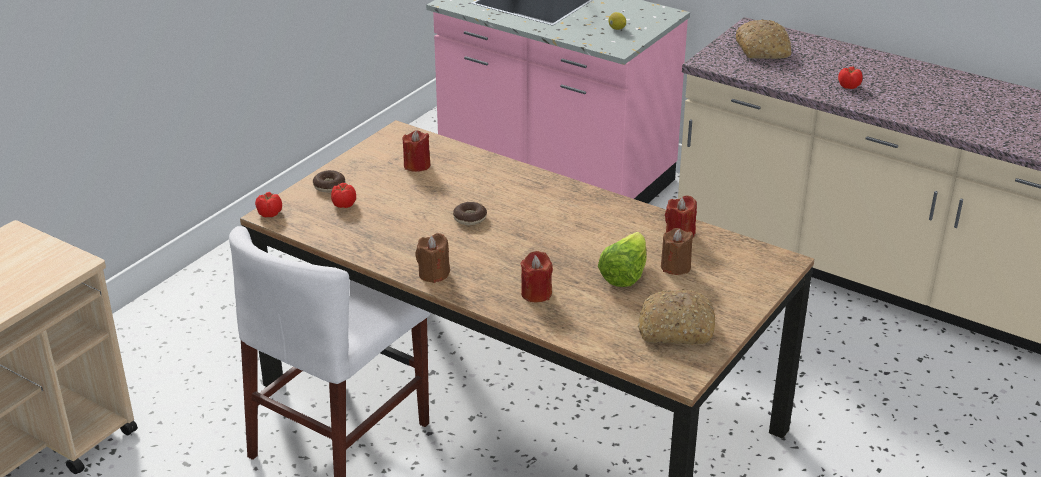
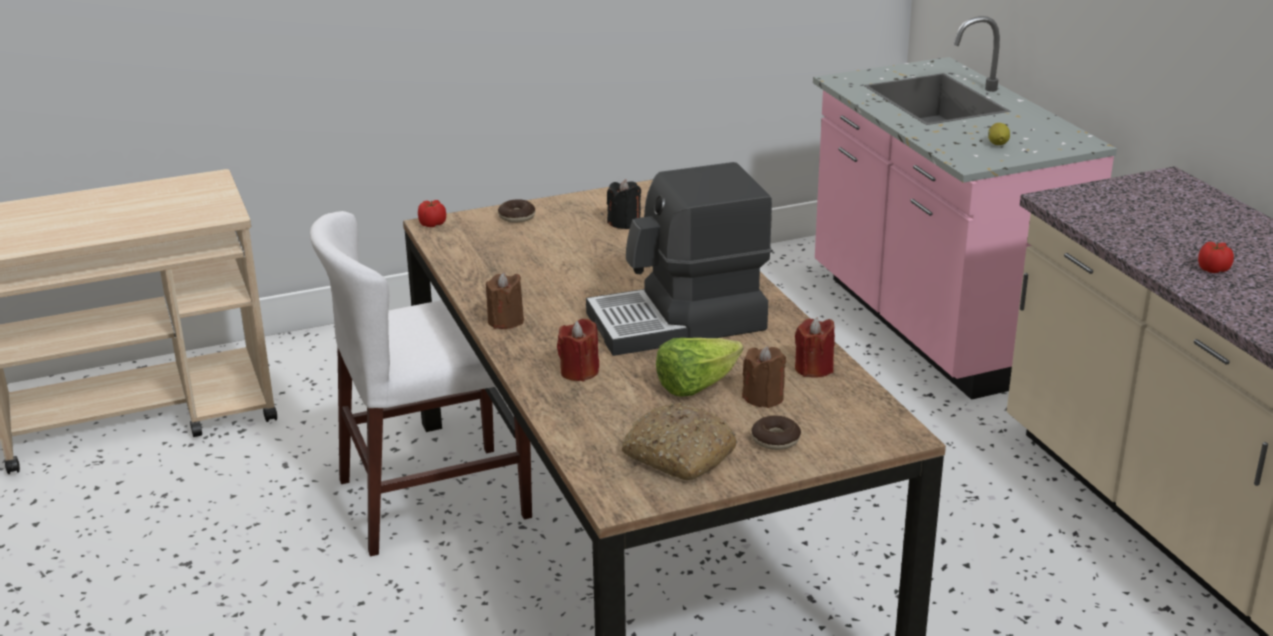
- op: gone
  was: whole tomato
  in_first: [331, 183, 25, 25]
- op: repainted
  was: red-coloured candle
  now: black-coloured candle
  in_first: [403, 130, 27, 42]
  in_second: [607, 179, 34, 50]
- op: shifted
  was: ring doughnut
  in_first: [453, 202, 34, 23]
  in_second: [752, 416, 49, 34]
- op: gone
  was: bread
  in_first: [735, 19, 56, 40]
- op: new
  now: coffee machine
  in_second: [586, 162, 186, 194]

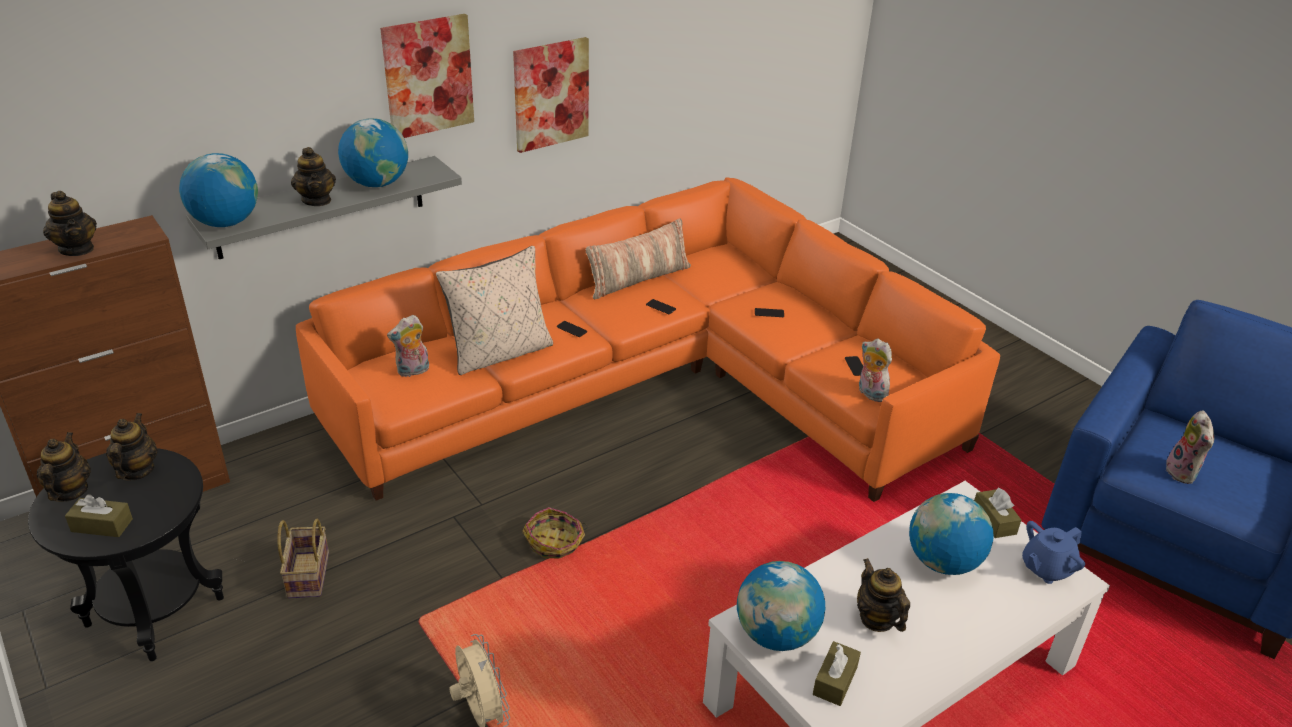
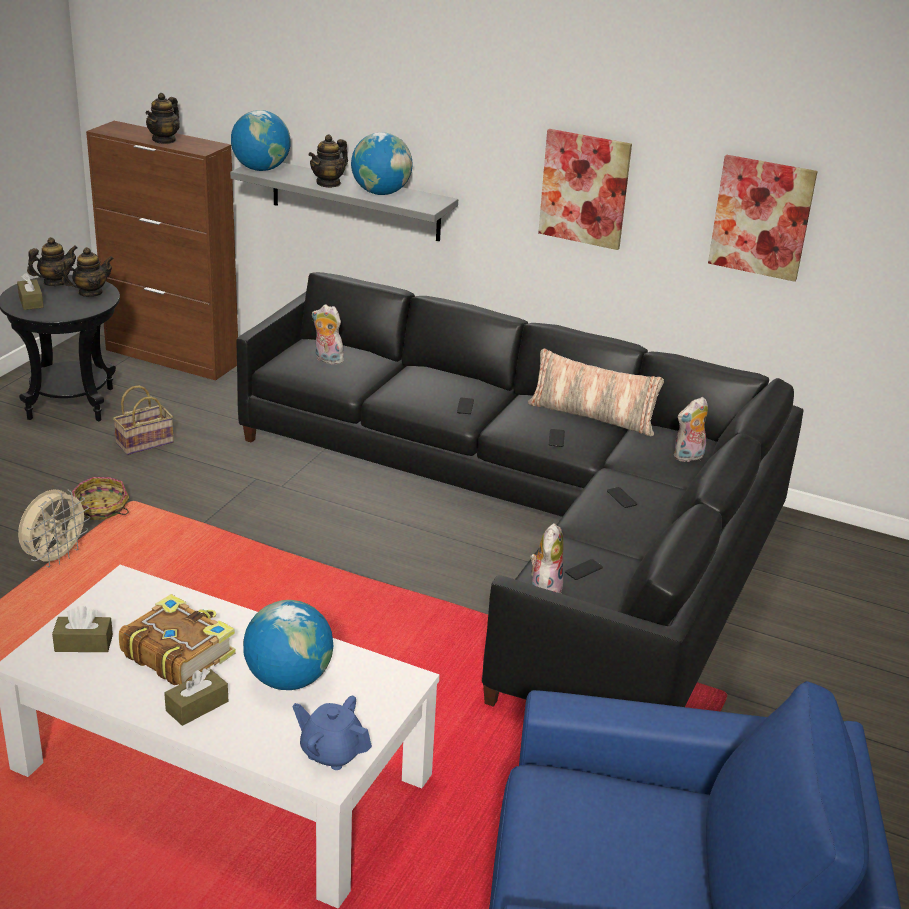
- op: repainted
  was: orangey couch
  now: black-coloured couch
  in_first: [296, 178, 704, 324]
  in_second: [237, 272, 567, 435]
- op: shifted
  was: picture
  in_first: [380, 14, 94, 124]
  in_second: [708, 155, 110, 127]
- op: gone
  was: sand-coloured pillow
  in_first: [436, 246, 117, 129]
- op: shifted
  was: basket
  in_first: [522, 507, 66, 52]
  in_second: [72, 477, 57, 43]
- op: gone
  was: desk globe
  in_first: [737, 561, 88, 90]
- op: swapped
  was: teapot
  now: bound book
  in_first: [857, 558, 53, 74]
  in_second: [119, 594, 117, 91]
- op: shifted
  was: brownish tissue box
  in_first: [974, 488, 47, 50]
  in_second: [164, 668, 64, 58]
- op: shifted
  was: soft toy
  in_first: [1166, 411, 48, 73]
  in_second: [674, 397, 34, 65]

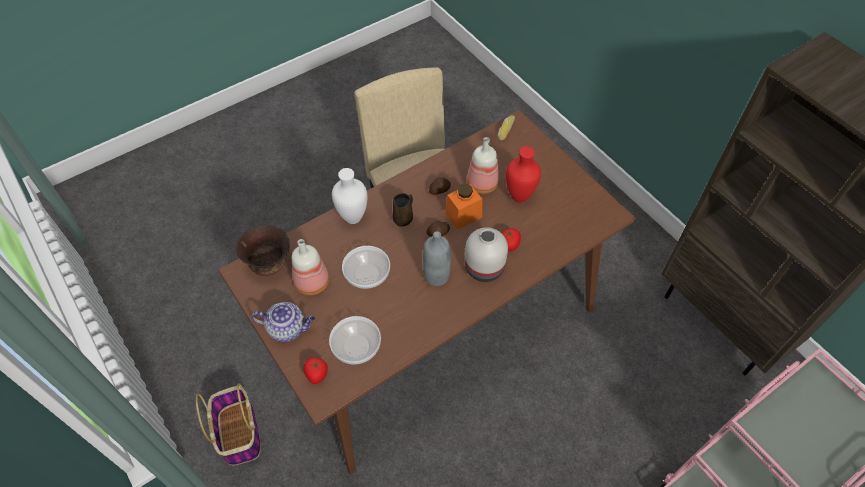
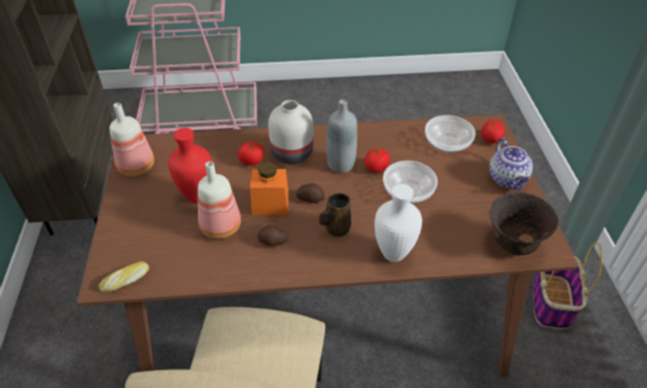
- op: rotated
  was: teapot
  in_first: [251, 302, 64, 40]
  in_second: [489, 138, 44, 52]
  clockwise: -135
- op: shifted
  was: bottle
  in_first: [292, 239, 37, 56]
  in_second: [109, 103, 45, 73]
- op: new
  now: whole tomato
  in_second: [365, 148, 25, 25]

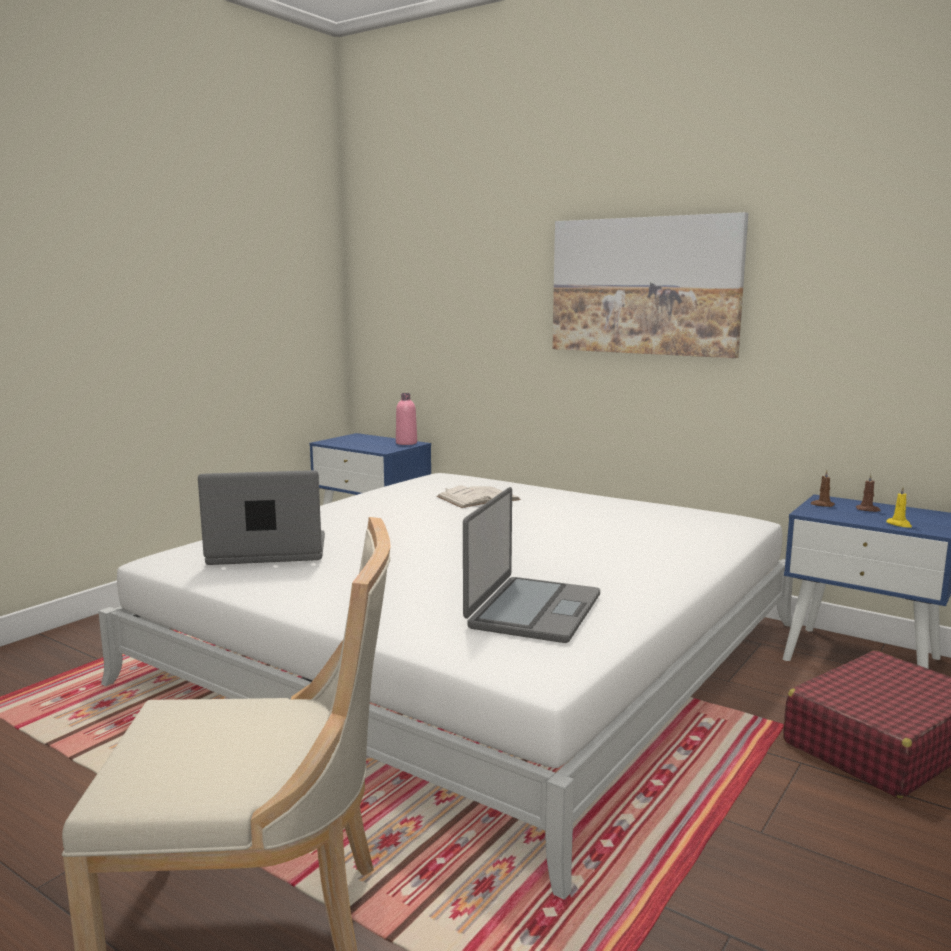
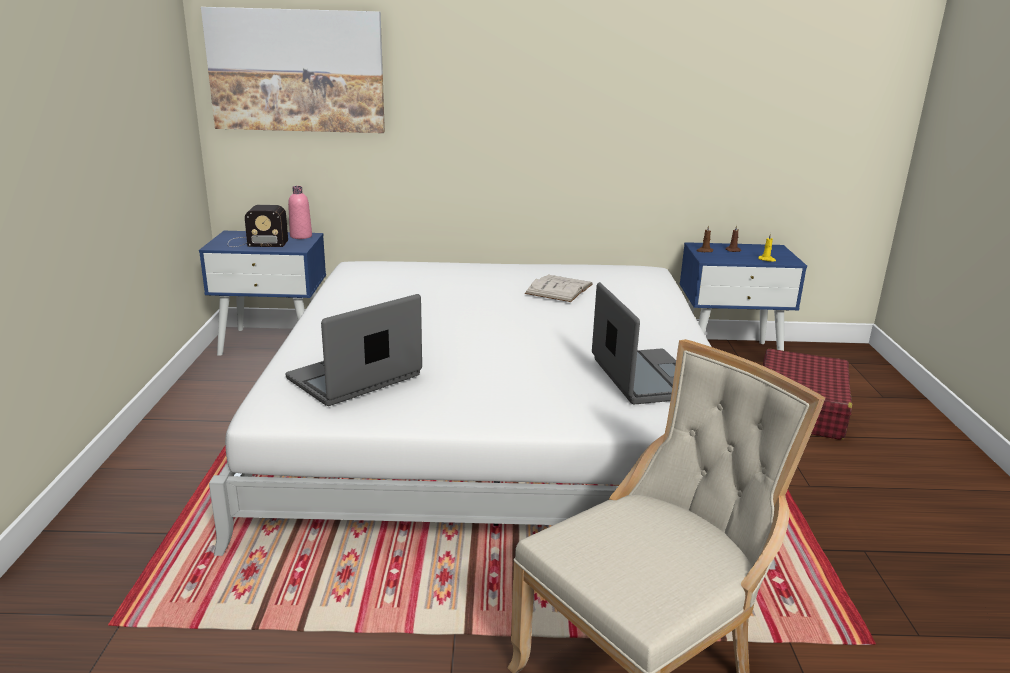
- op: shifted
  was: white-coloured bound book
  in_first: [436, 485, 85, 23]
  in_second: [524, 275, 69, 27]
- op: shifted
  was: picture
  in_first: [552, 212, 196, 146]
  in_second: [201, 7, 184, 126]
- op: new
  now: radio set
  in_second: [228, 205, 60, 42]

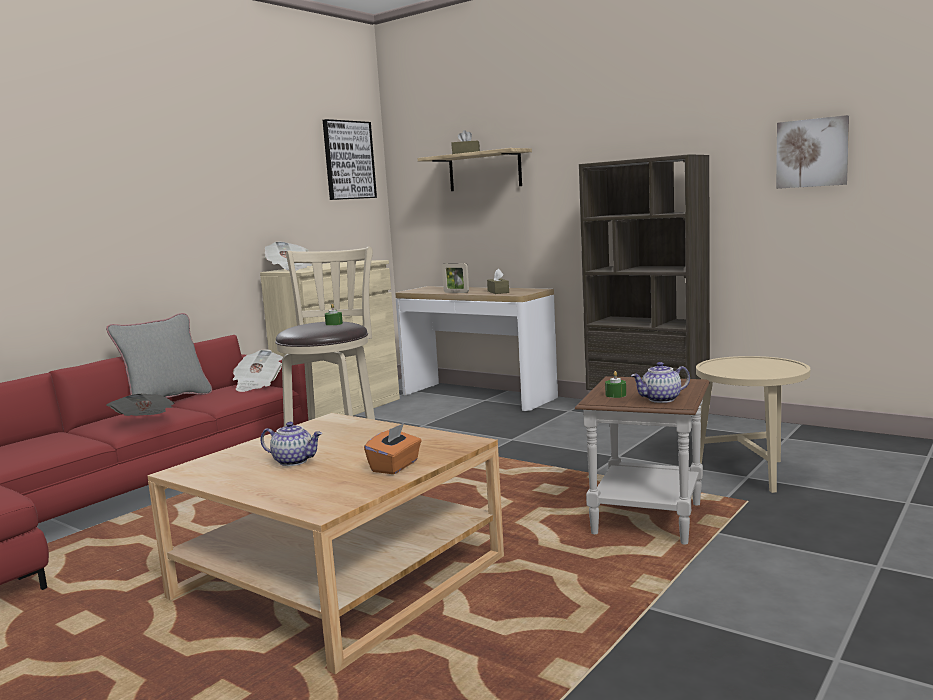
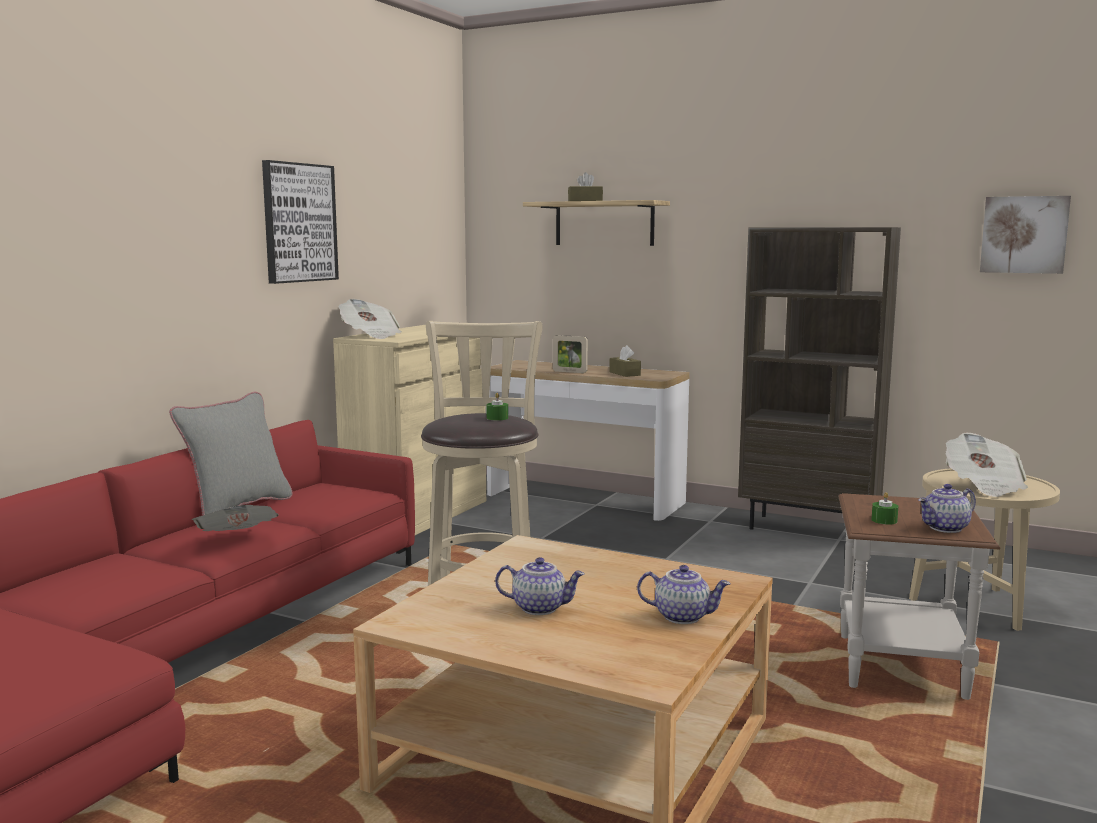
- op: shifted
  was: daily paper
  in_first: [233, 349, 50, 43]
  in_second: [946, 433, 82, 64]
- op: shifted
  was: picture
  in_first: [323, 119, 54, 81]
  in_second: [262, 160, 77, 124]
- op: swapped
  was: orangey tissue box
  now: teapot
  in_first: [364, 423, 57, 51]
  in_second: [637, 565, 94, 59]

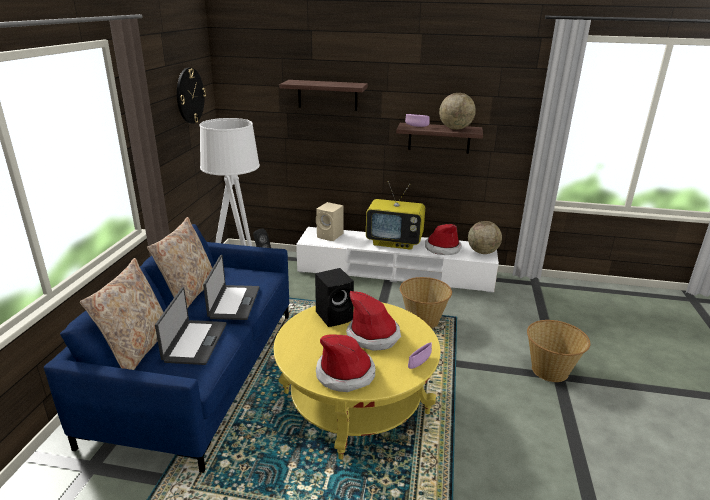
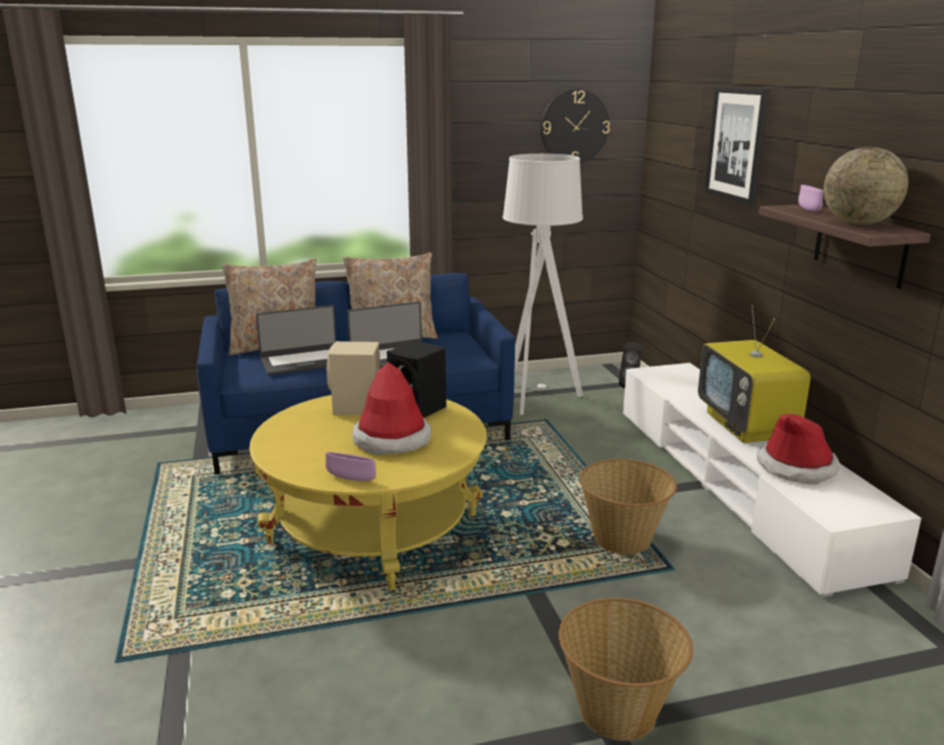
- op: swapped
  was: bracket shelf
  now: picture
  in_first: [279, 80, 89, 31]
  in_second: [704, 87, 65, 118]
- op: shifted
  was: sand-coloured speaker
  in_first: [316, 202, 28, 39]
  in_second: [327, 341, 53, 74]
- op: gone
  was: hat
  in_first: [316, 334, 60, 58]
- op: gone
  was: desk globe
  in_first: [468, 221, 34, 33]

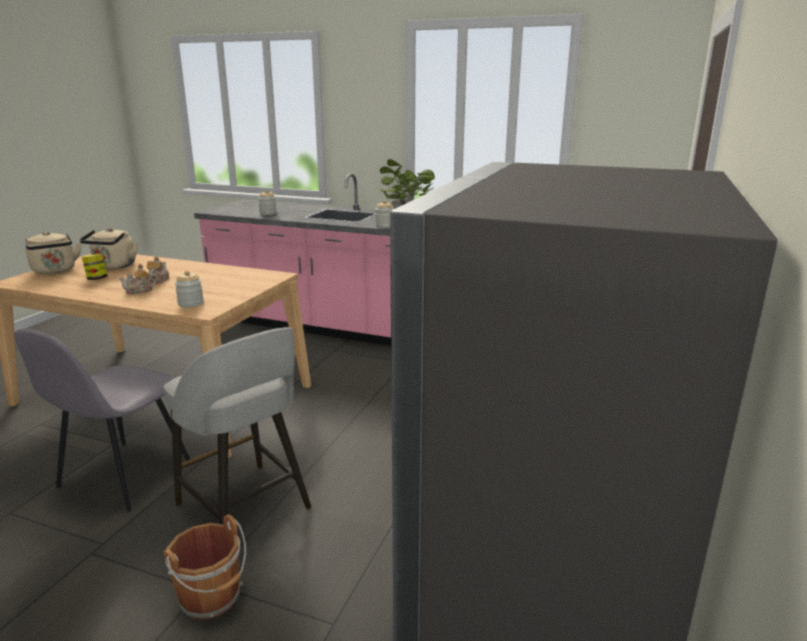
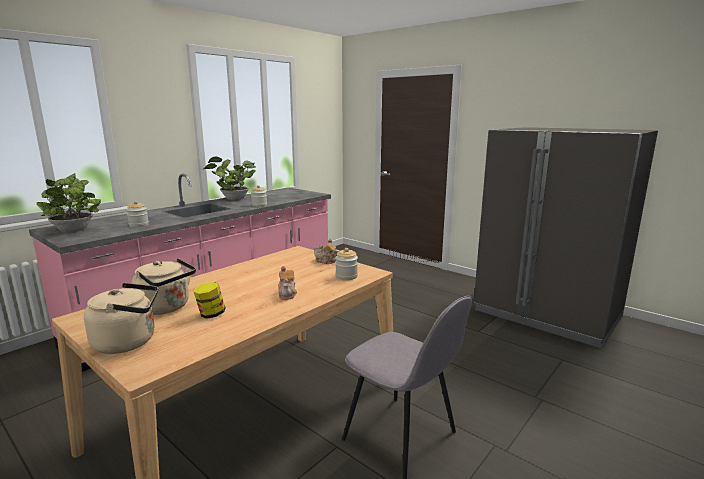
- op: shifted
  was: teapot
  in_first: [147, 256, 22, 28]
  in_second: [313, 239, 27, 25]
- op: gone
  was: brownish bucket
  in_first: [163, 514, 83, 106]
- op: gone
  was: greyish stool seat
  in_first: [164, 327, 147, 198]
- op: new
  now: houseplant
  in_second: [37, 173, 64, 60]

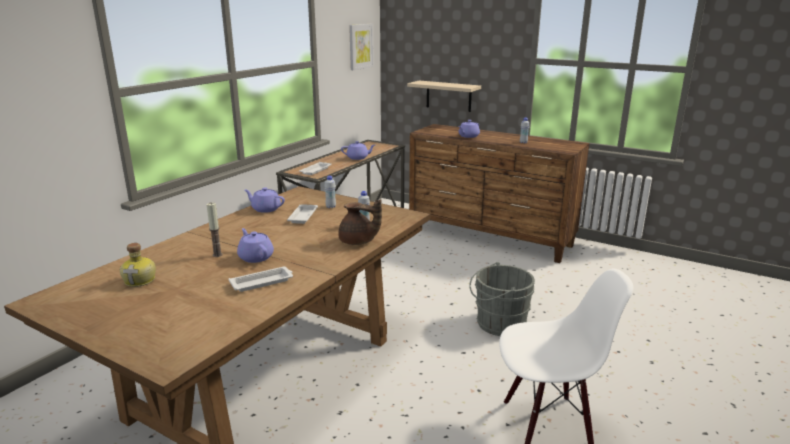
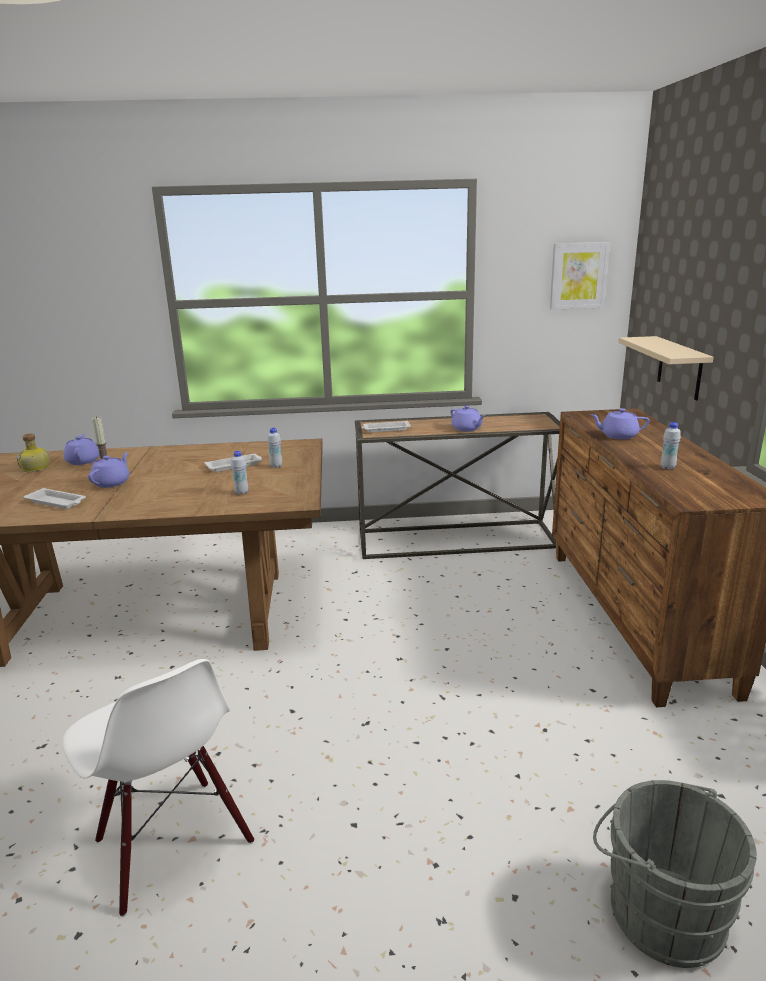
- op: shifted
  was: purple teapot
  in_first: [245, 187, 40, 26]
  in_second: [63, 434, 36, 31]
- op: gone
  was: brownish teapot
  in_first: [338, 199, 44, 46]
- op: shifted
  was: greyish bucket
  in_first: [469, 262, 66, 74]
  in_second: [593, 780, 164, 188]

